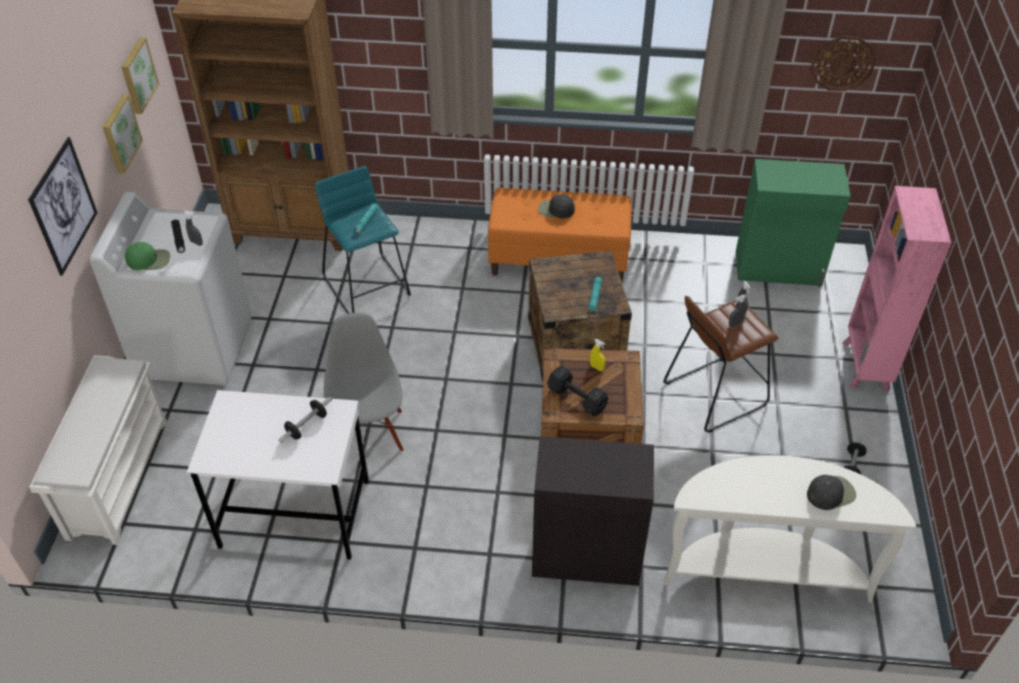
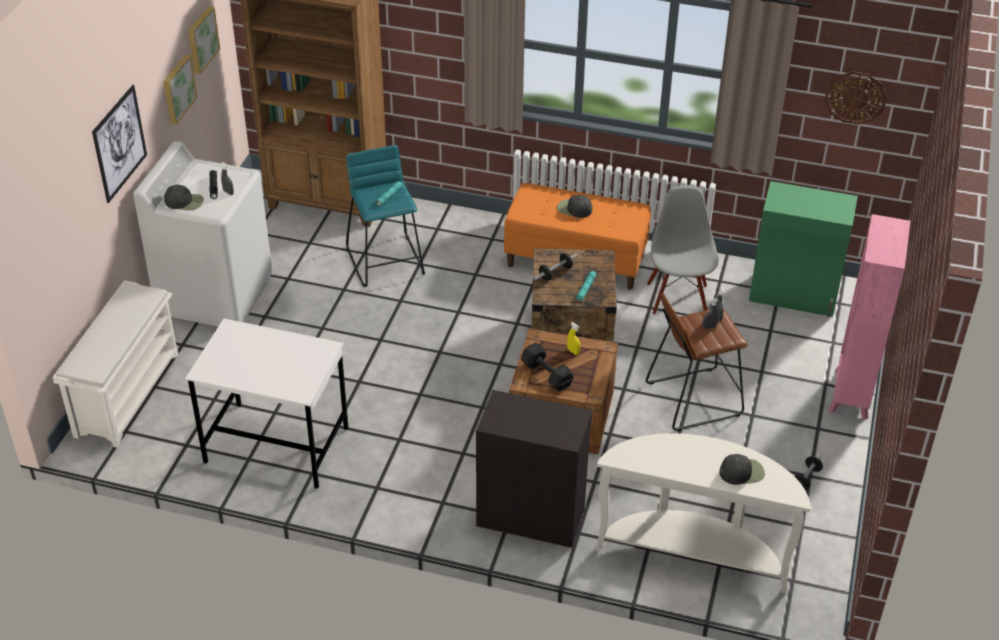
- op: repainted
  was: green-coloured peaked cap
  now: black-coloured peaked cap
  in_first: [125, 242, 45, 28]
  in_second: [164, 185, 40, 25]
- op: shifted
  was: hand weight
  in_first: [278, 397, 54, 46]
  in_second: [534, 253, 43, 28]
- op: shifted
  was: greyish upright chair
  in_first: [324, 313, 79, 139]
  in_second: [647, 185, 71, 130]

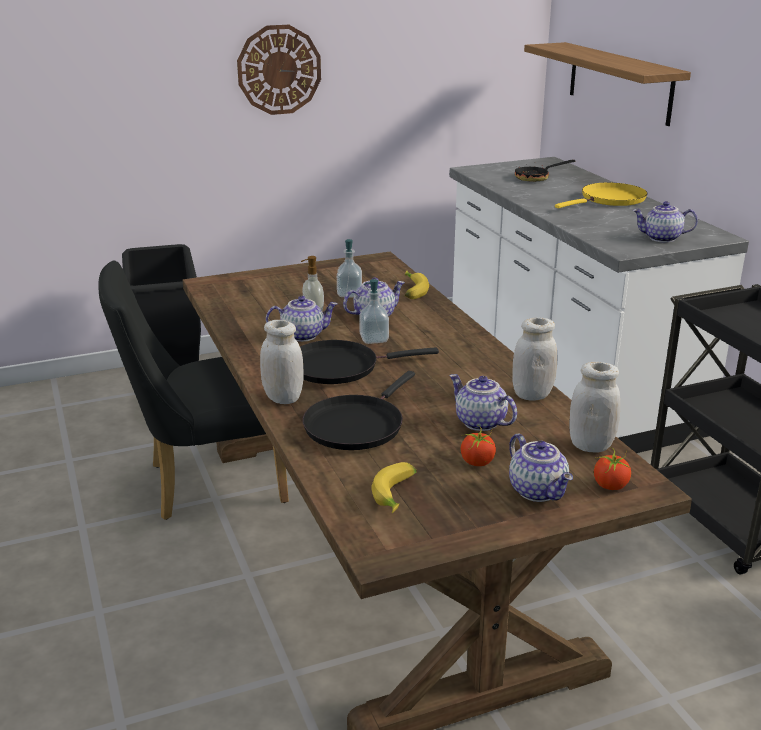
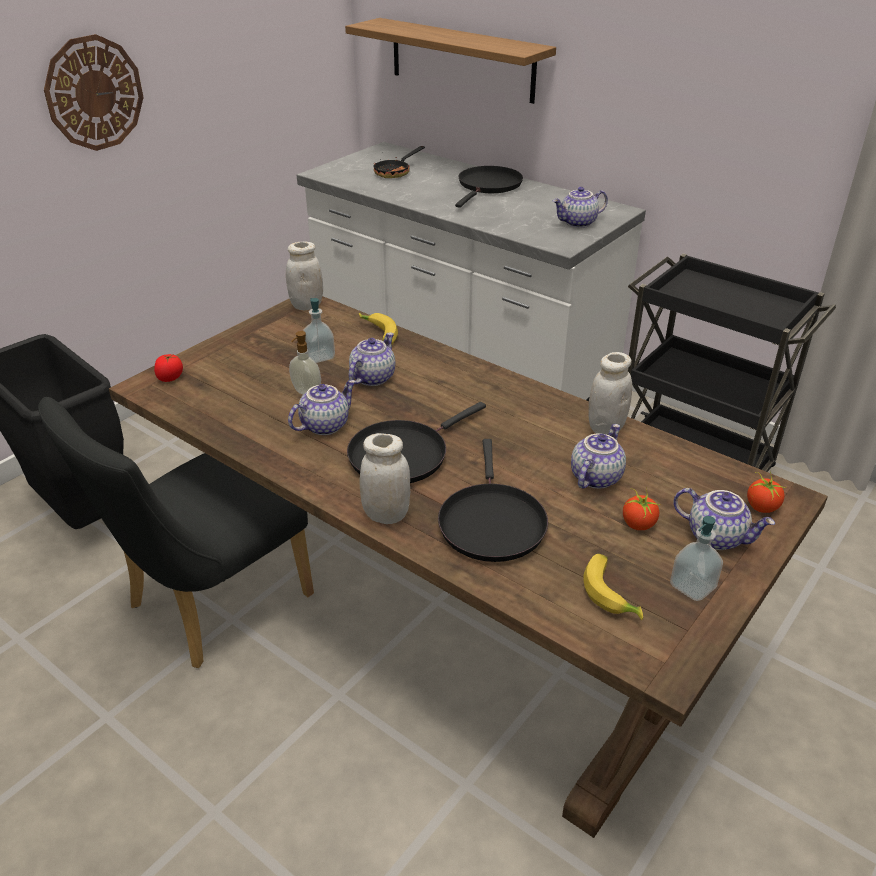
- op: shifted
  was: soap bottle
  in_first: [359, 279, 30, 65]
  in_second: [670, 516, 53, 85]
- op: rotated
  was: teapot
  in_first: [449, 374, 68, 57]
  in_second: [571, 424, 55, 65]
  clockwise: 105
- op: repainted
  was: yellow pan
  now: black-coloured pan
  in_first: [555, 183, 93, 25]
  in_second: [455, 166, 68, 42]
- op: shifted
  was: white-coloured jar
  in_first: [569, 362, 51, 90]
  in_second: [286, 242, 37, 68]
- op: new
  now: whole tomato
  in_second: [154, 354, 29, 28]

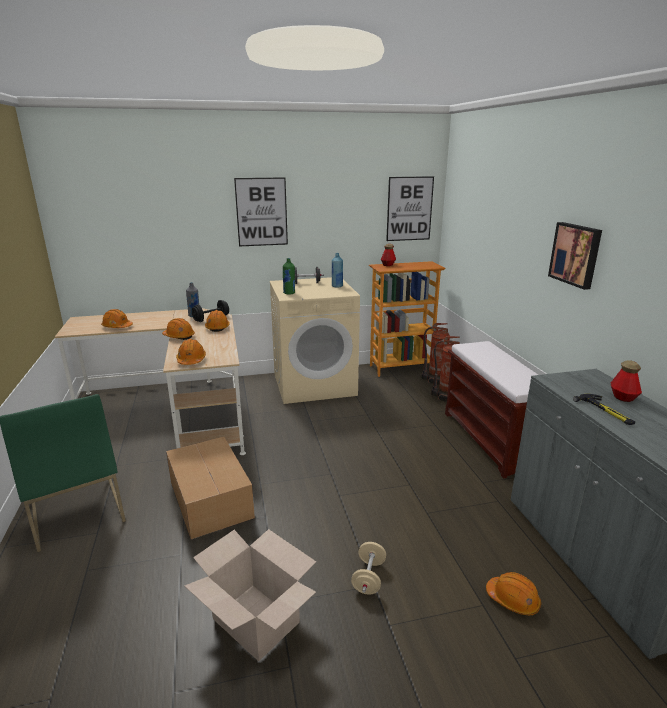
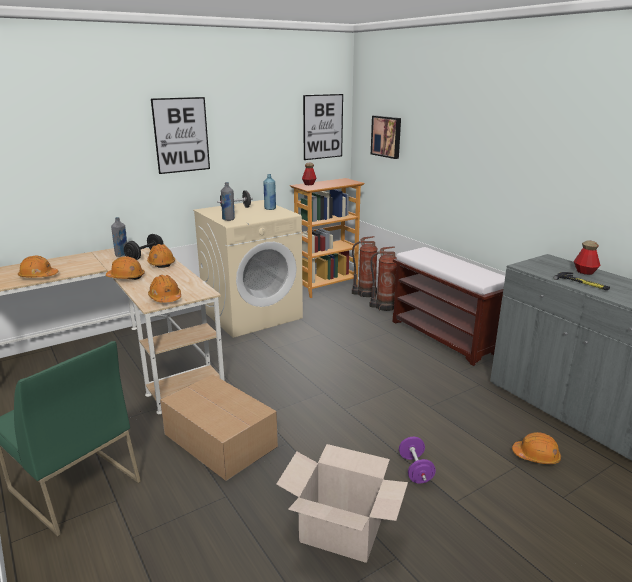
- op: repainted
  was: green-coloured bottle
  now: greyish bottle
  in_first: [283, 258, 12, 37]
  in_second: [221, 182, 14, 39]
- op: repainted
  was: sand-coloured hand weight
  now: purple hand weight
  in_first: [351, 542, 35, 52]
  in_second: [399, 437, 37, 46]
- op: shifted
  was: picture
  in_first: [548, 222, 54, 68]
  in_second: [371, 115, 30, 44]

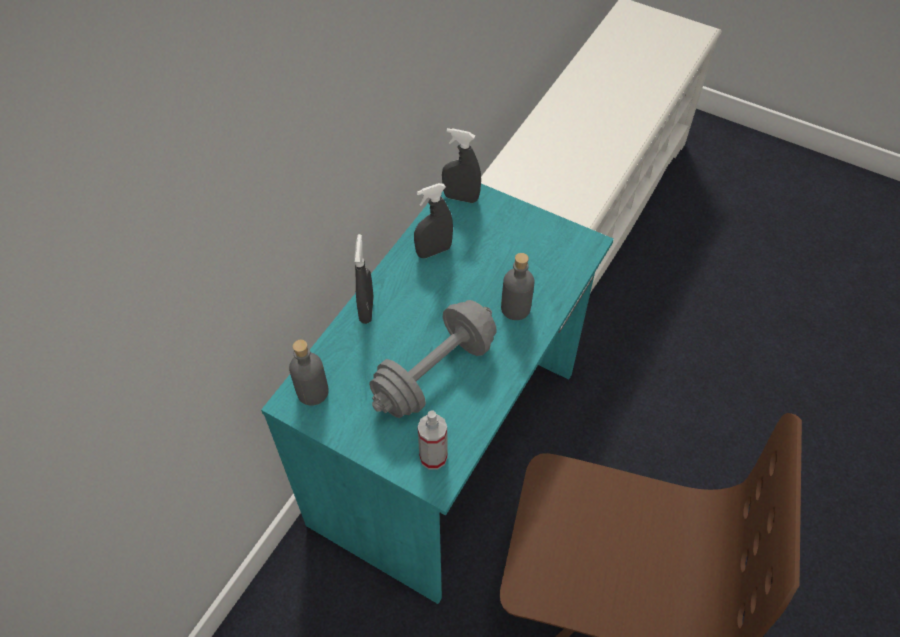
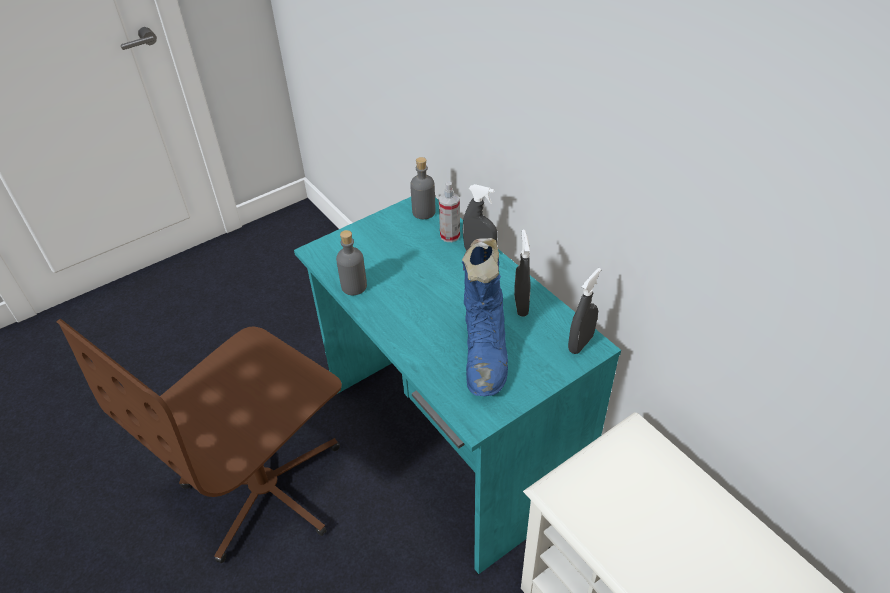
- op: gone
  was: greyish hand weight
  in_first: [369, 300, 128, 118]
- op: shifted
  was: sprayer
  in_first: [417, 411, 31, 59]
  in_second: [439, 182, 21, 60]
- op: shifted
  was: greyish bottle
  in_first: [501, 253, 34, 67]
  in_second: [336, 230, 31, 65]
- op: new
  now: bluish high-top boot
  in_second: [461, 238, 47, 158]

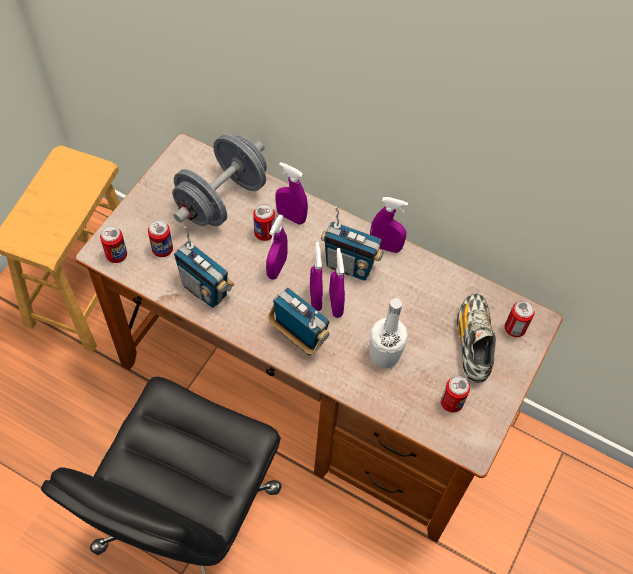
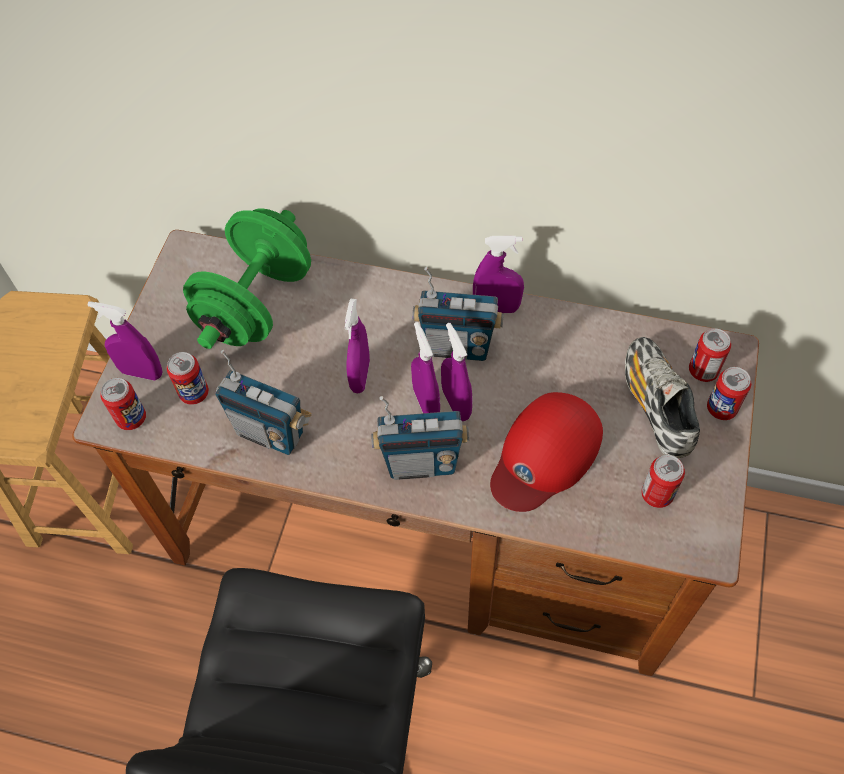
- op: repainted
  was: greyish hand weight
  now: green-coloured hand weight
  in_first: [172, 135, 95, 91]
  in_second: [183, 208, 128, 141]
- op: shifted
  was: metal can
  in_first: [253, 204, 22, 37]
  in_second: [707, 367, 44, 53]
- op: rotated
  was: radio set
  in_first: [268, 288, 61, 68]
  in_second: [371, 396, 98, 84]
  clockwise: 150
- op: shifted
  was: purple sprayer
  in_first: [276, 162, 32, 63]
  in_second: [88, 301, 75, 80]
- op: swapped
  was: white-coloured bottle
  now: red-coloured peaked cap
  in_first: [370, 298, 38, 70]
  in_second: [490, 392, 113, 120]

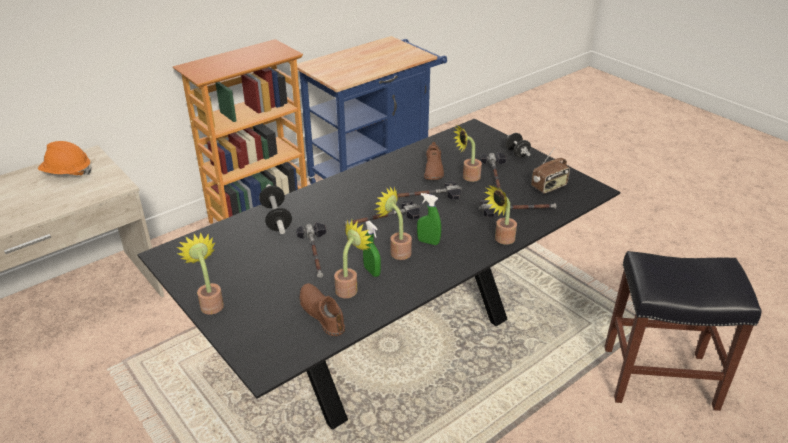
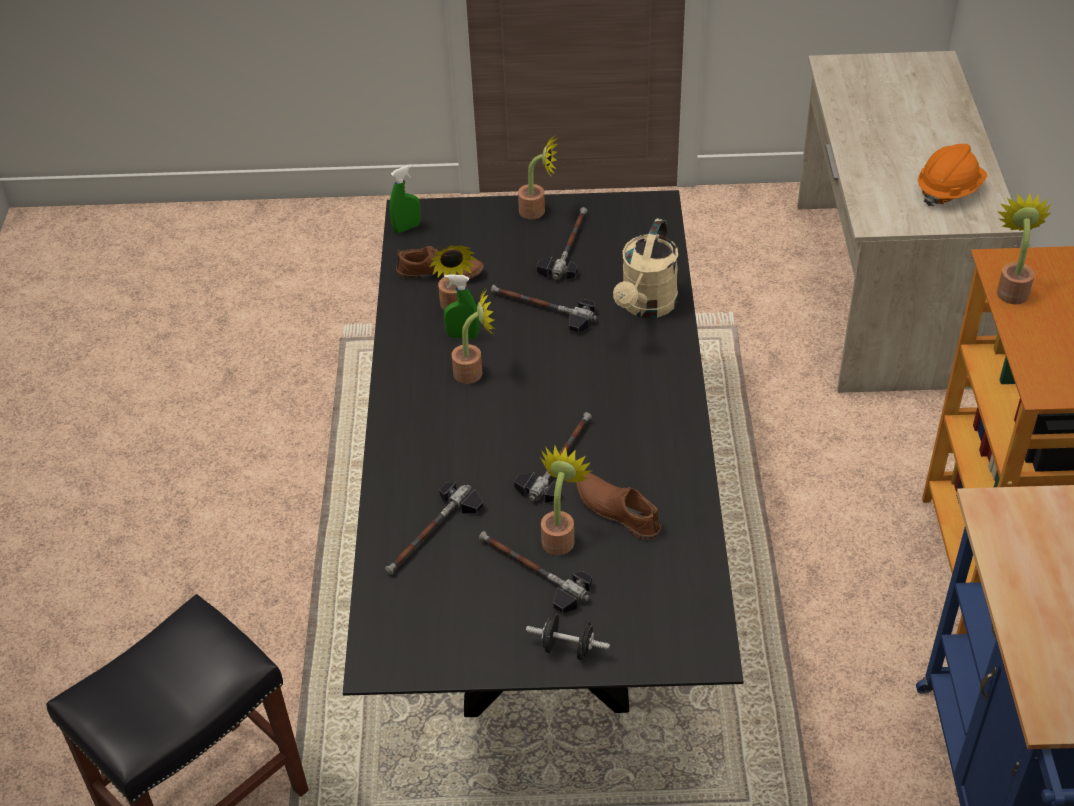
- op: swapped
  was: hand weight
  now: sand-coloured sprinkling can
  in_first: [259, 184, 33, 50]
  in_second: [613, 219, 65, 99]
- op: shifted
  was: tool hammer
  in_first: [345, 200, 75, 26]
  in_second: [536, 207, 51, 73]
- op: shifted
  was: green-coloured sprayer
  in_first: [417, 193, 24, 52]
  in_second: [389, 165, 32, 68]
- op: shifted
  was: houseplant
  in_first: [484, 185, 33, 59]
  in_second: [997, 193, 54, 111]
- op: gone
  was: radio set
  in_first: [531, 147, 39, 47]

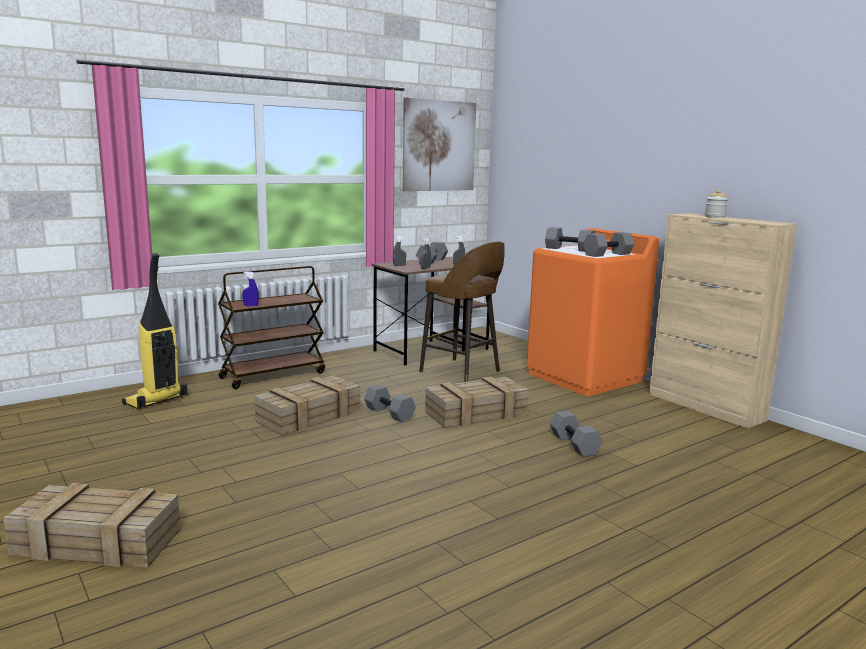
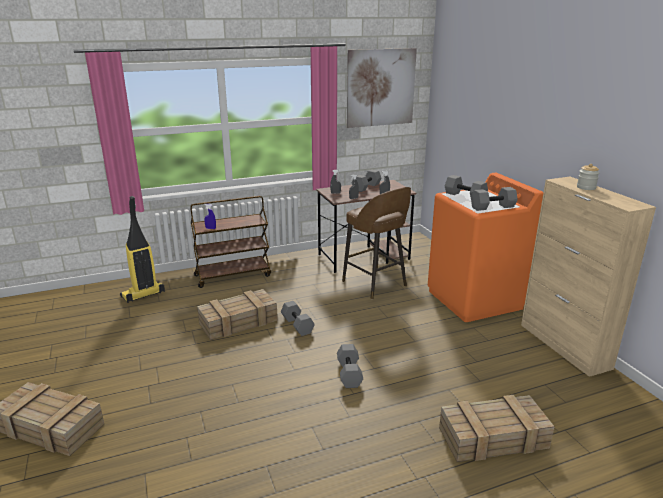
- op: shifted
  was: crate
  in_first: [425, 377, 104, 51]
  in_second: [439, 395, 115, 67]
- op: shifted
  was: greyish hand weight
  in_first: [550, 411, 52, 46]
  in_second: [337, 344, 26, 44]

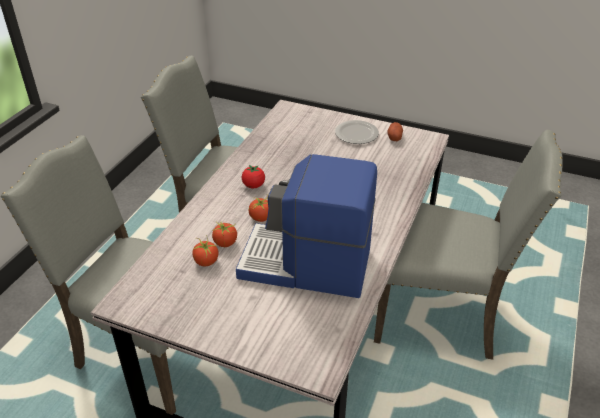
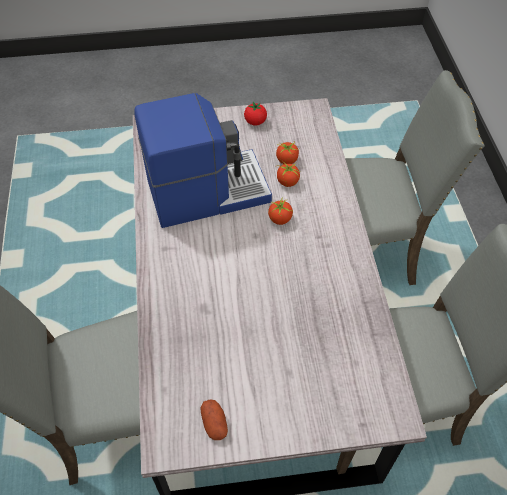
- op: shifted
  was: whole tomato
  in_first: [242, 165, 23, 23]
  in_second: [244, 102, 23, 24]
- op: gone
  was: flat dish
  in_first: [335, 120, 44, 24]

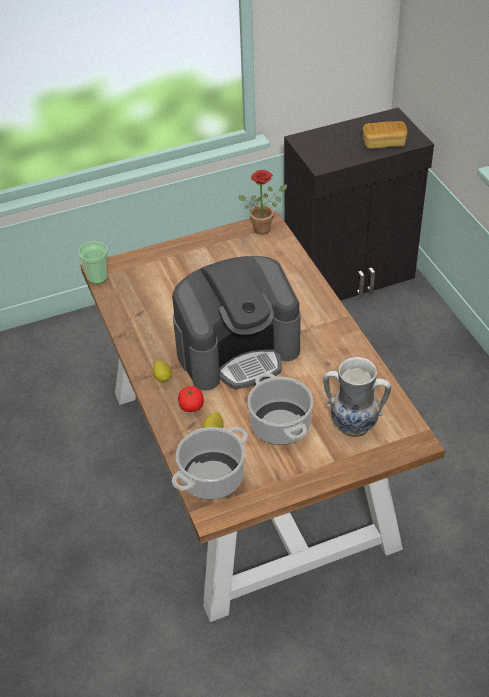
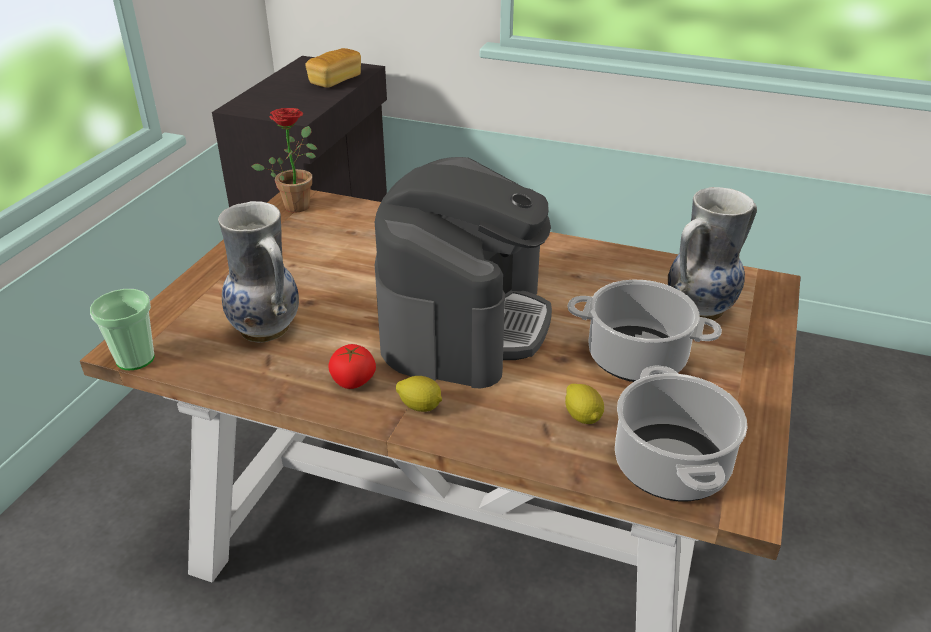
- op: shifted
  was: whole tomato
  in_first: [178, 386, 26, 26]
  in_second: [328, 344, 48, 45]
- op: new
  now: vase
  in_second: [218, 201, 81, 141]

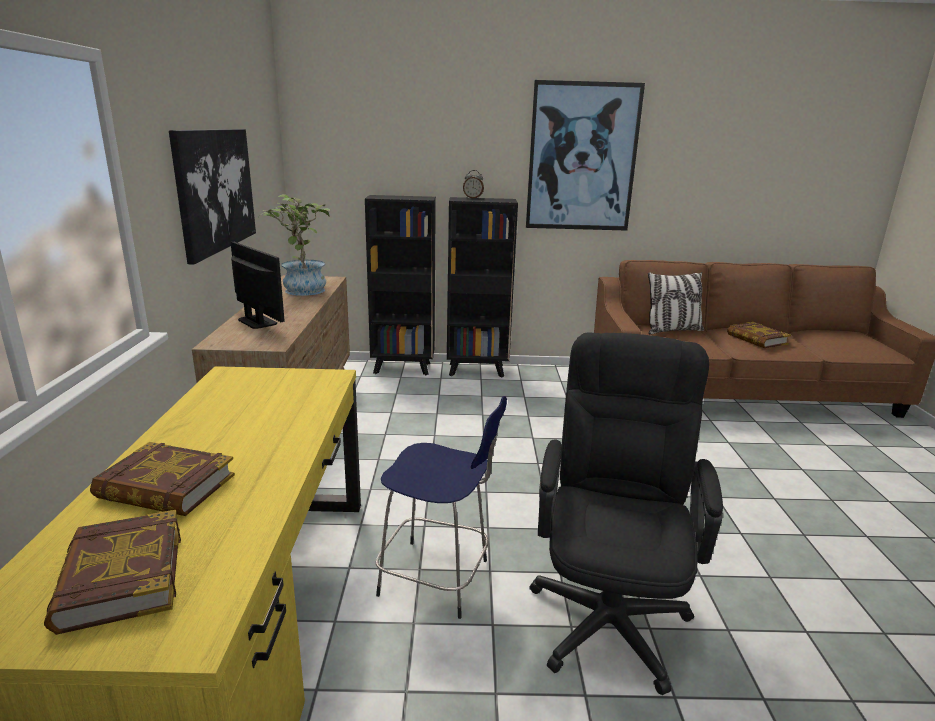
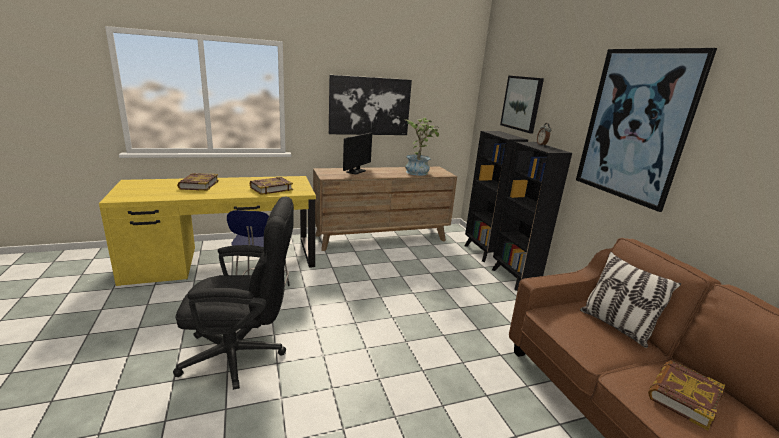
- op: shifted
  was: bound book
  in_first: [44, 510, 137, 125]
  in_second: [250, 177, 43, 18]
- op: new
  now: picture
  in_second: [500, 75, 44, 58]

